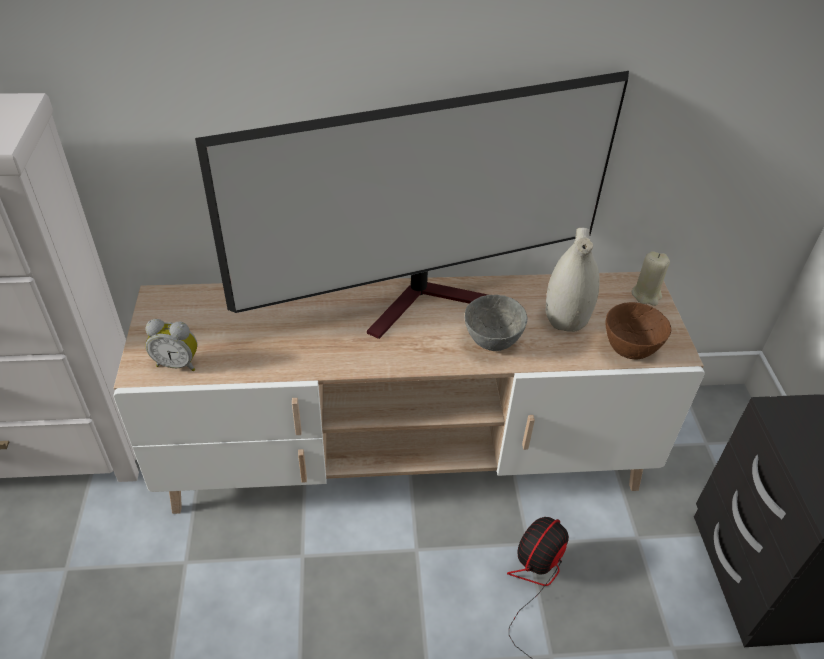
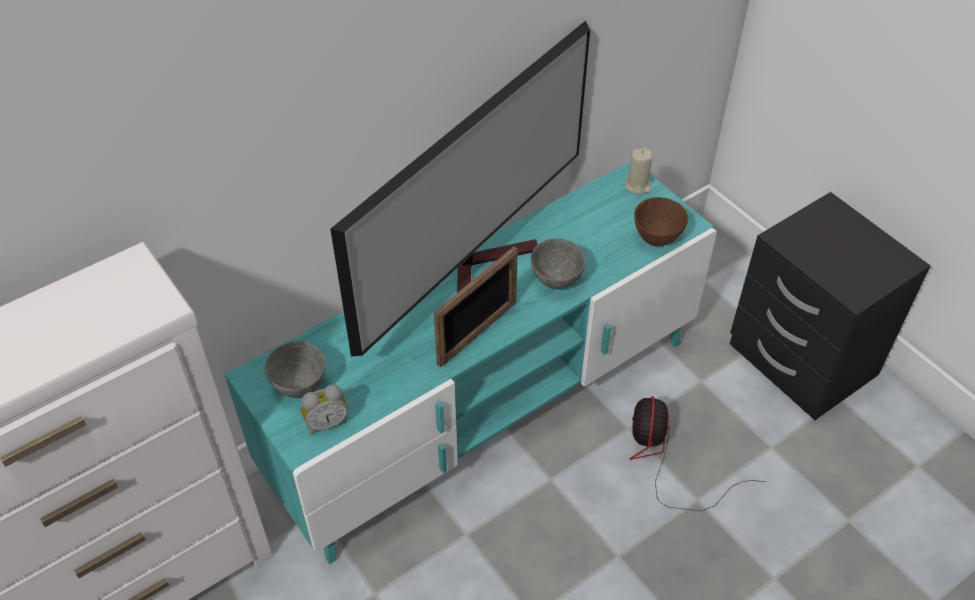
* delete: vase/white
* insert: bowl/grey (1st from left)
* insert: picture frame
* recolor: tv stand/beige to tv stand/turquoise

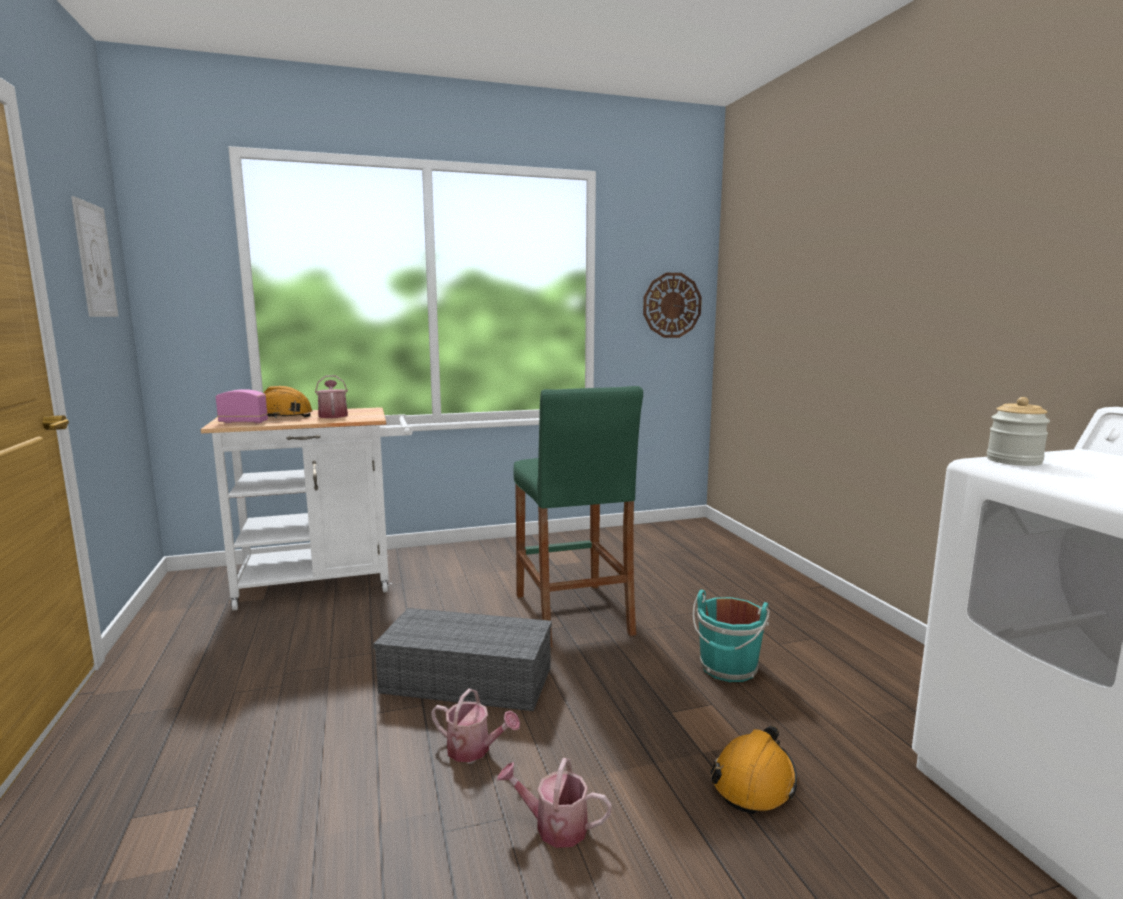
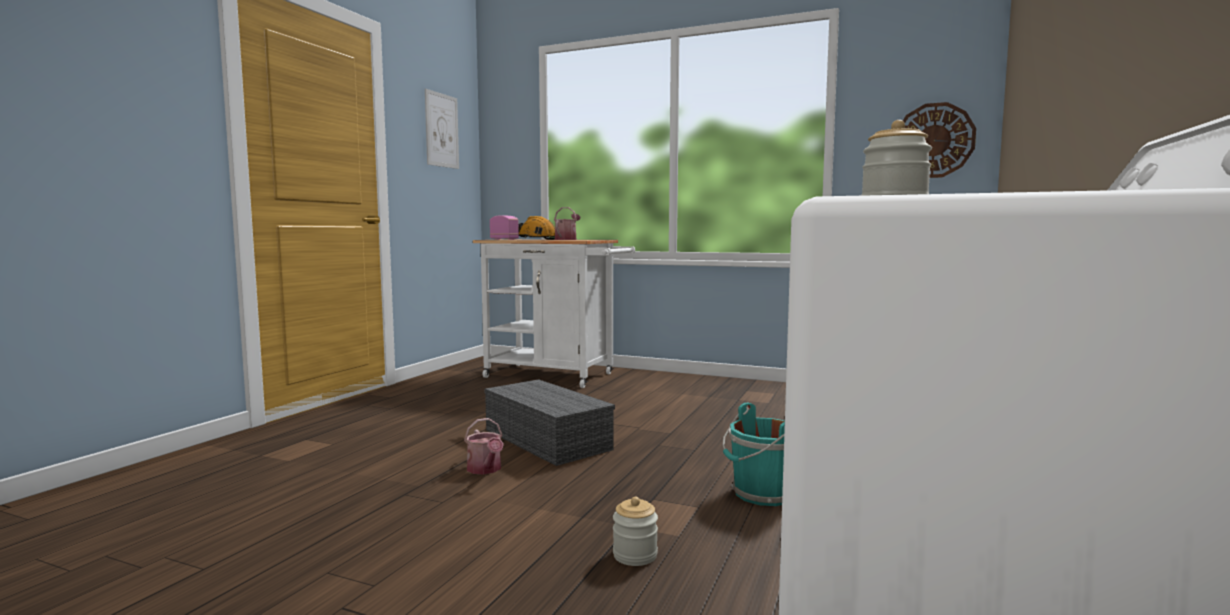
* delete: watering can (3rd from left)
* delete: stool/green
* replace: hard hat/orange (2nd from left) to jar (1st from left)

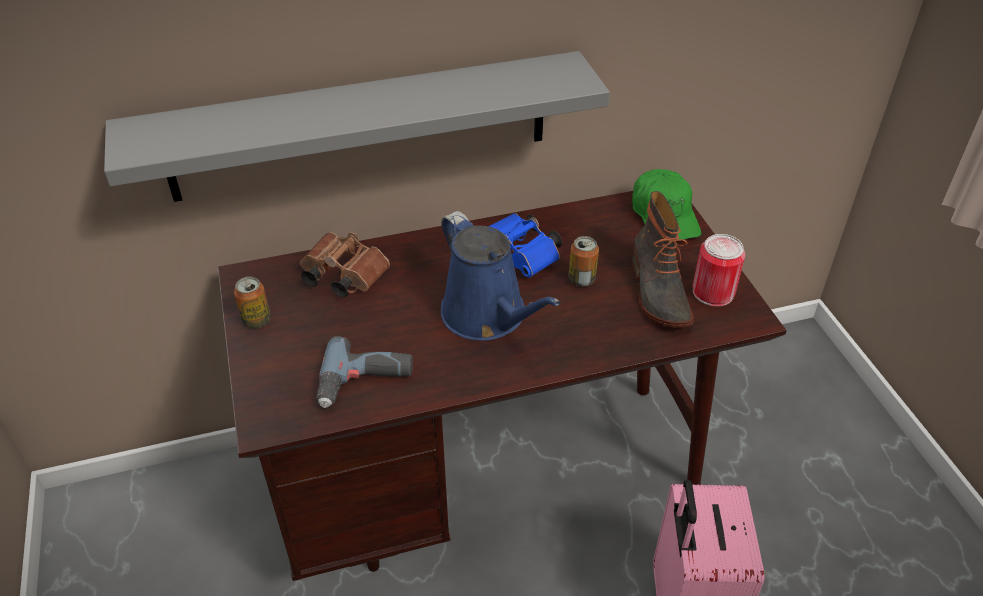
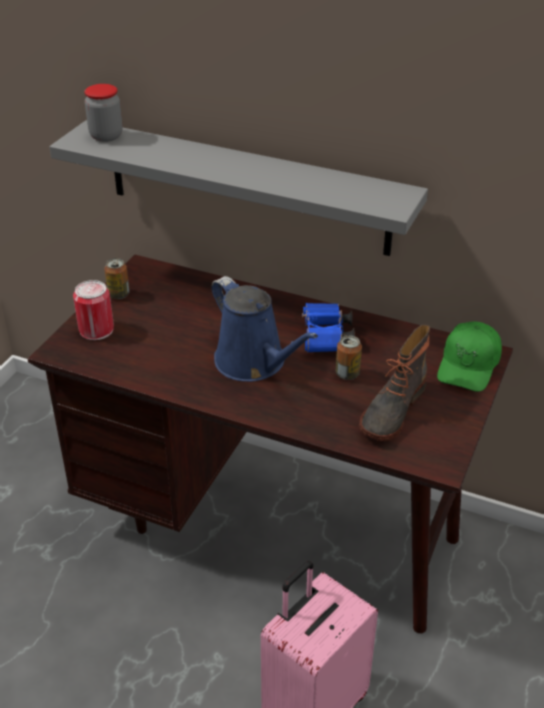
* delete: binoculars/brown
* delete: power drill
* insert: jar
* move: can (3rd from left in the first image) to can (1st from left)
* rotate: watering can/blue 45 degrees counterclockwise

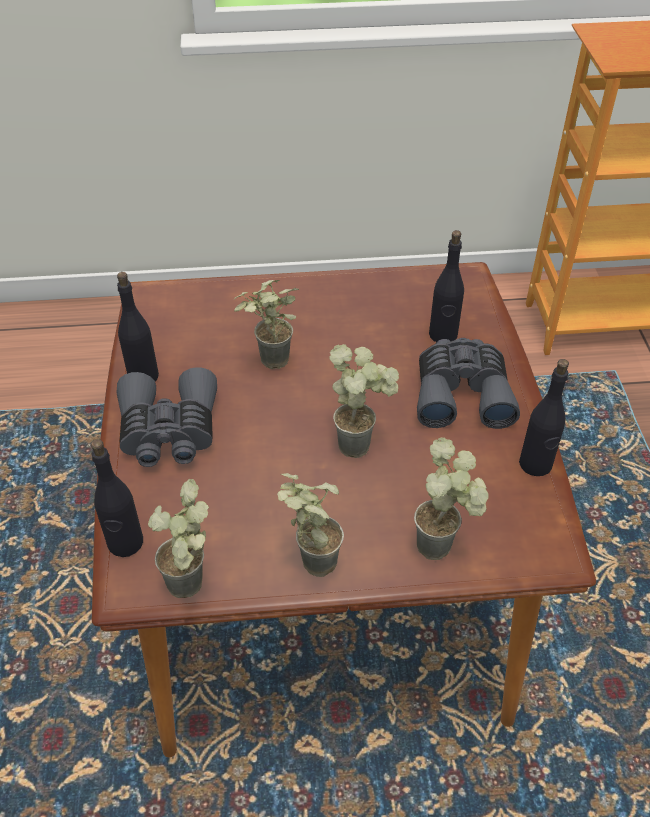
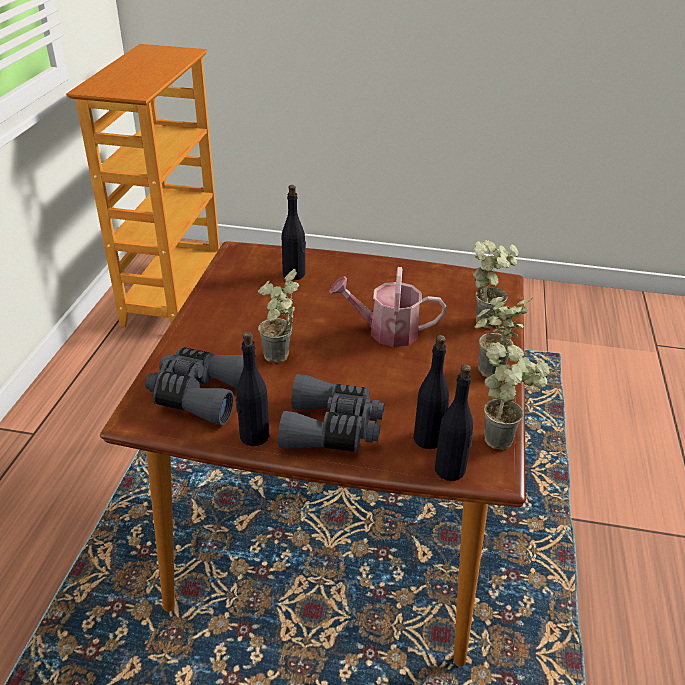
* move: binoculars/grey (2nd from left in the first image) to binoculars/grey (1st from left)
* move: bottle/black (4th from left in the first image) to bottle/black (3rd from left)
* replace: potted plant (4th from left) to watering can

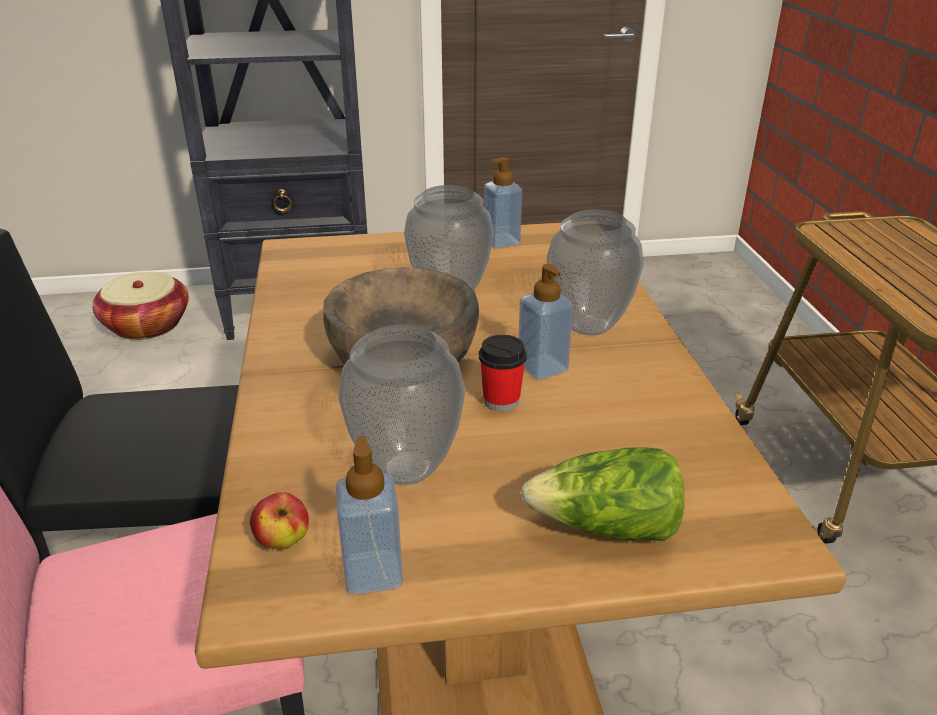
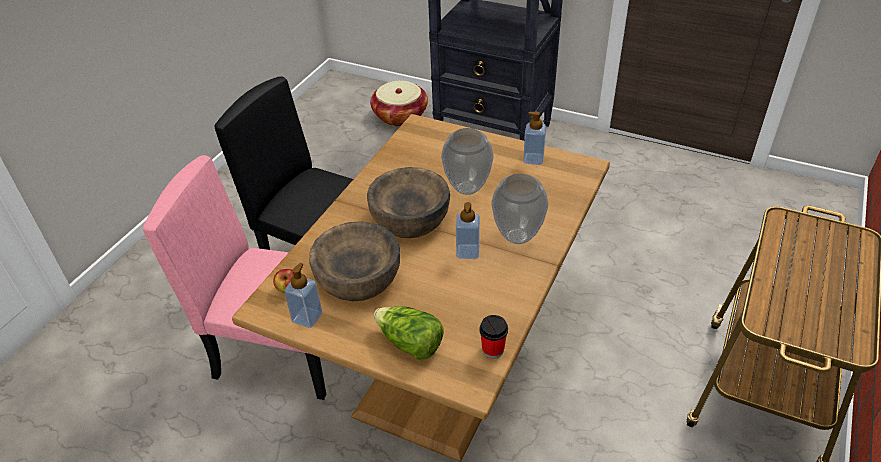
* move: cup
* replace: vase (1st from left) to bowl/brown (1st from left)

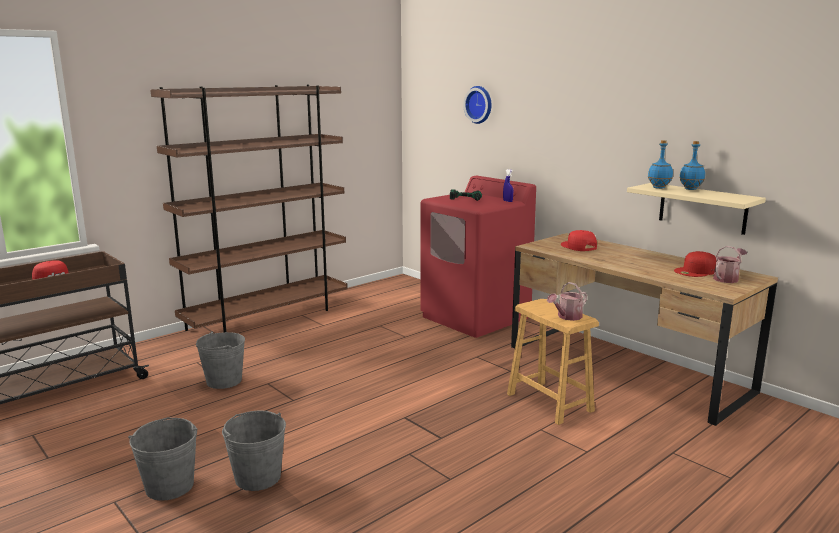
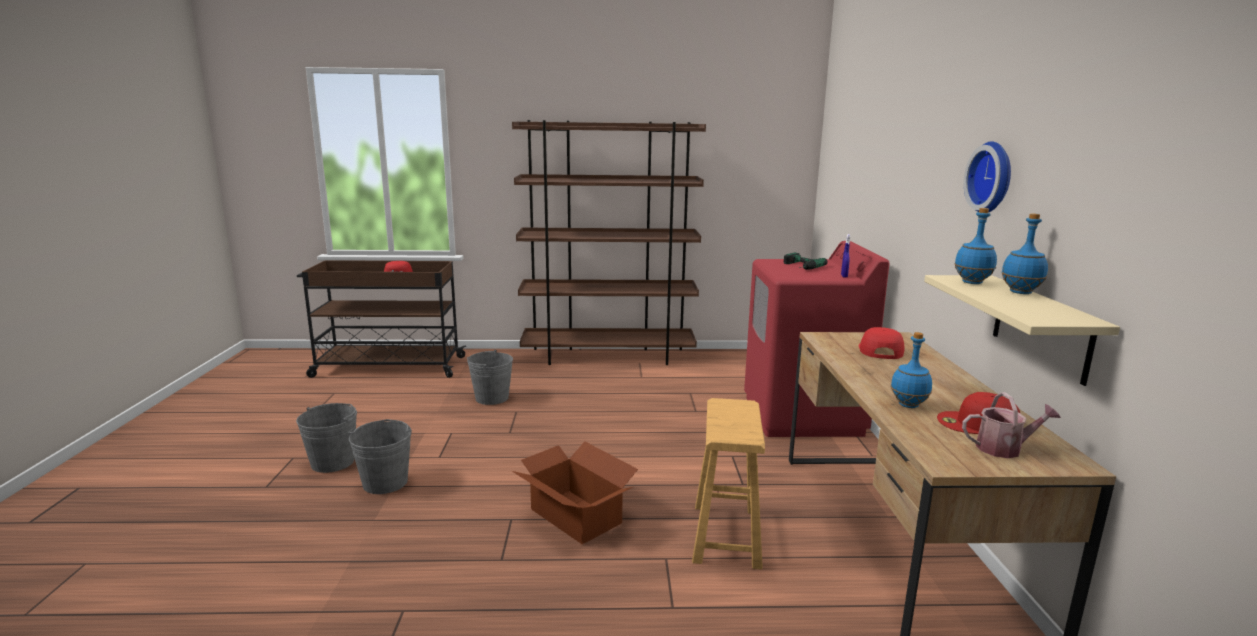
* delete: watering can (1st from left)
* insert: cardboard box
* insert: bottle/blue (1st from left)
* move: wall clock

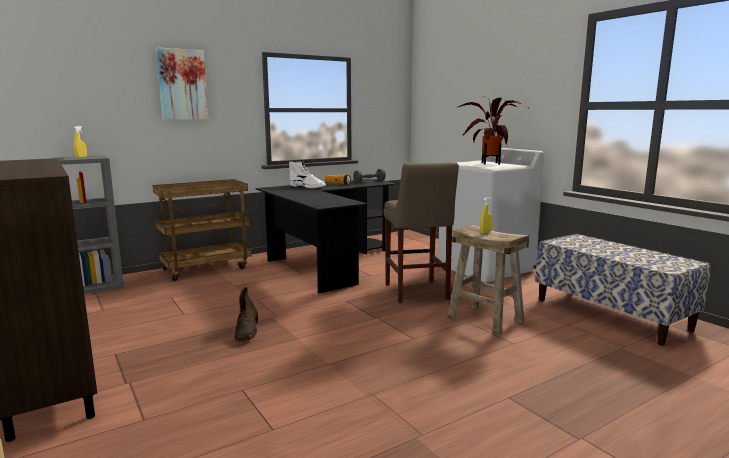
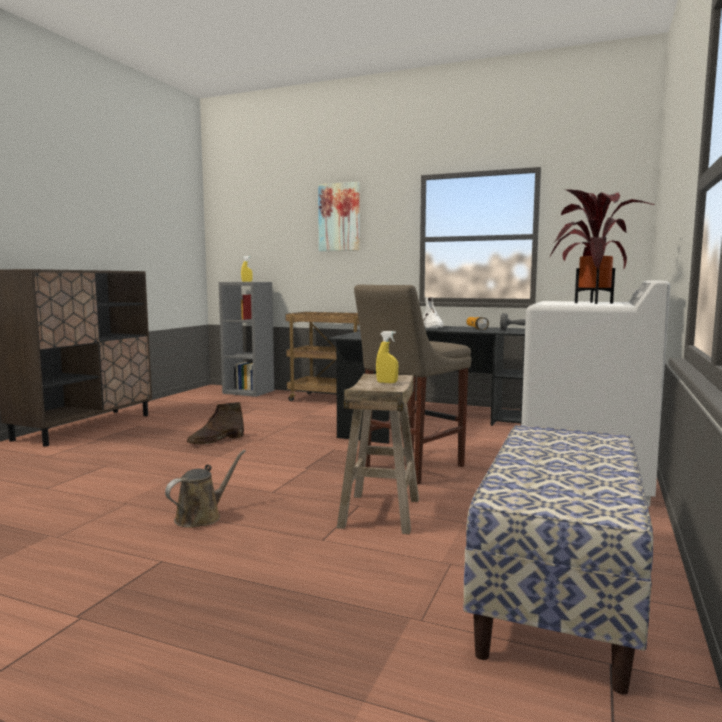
* insert: watering can/brown

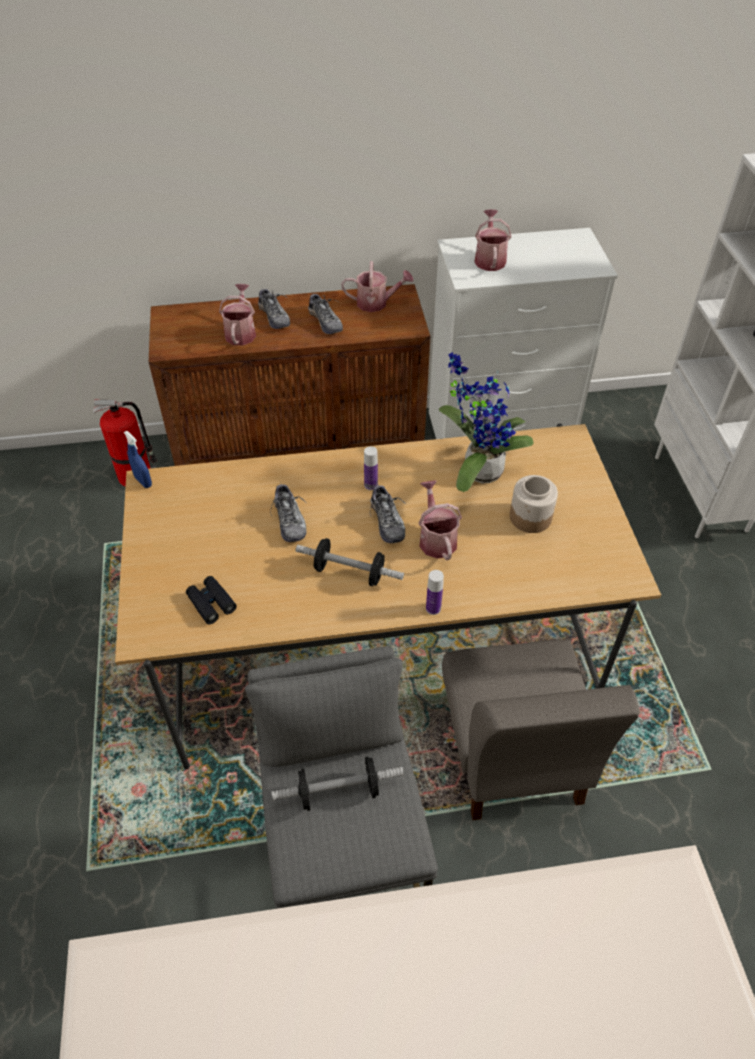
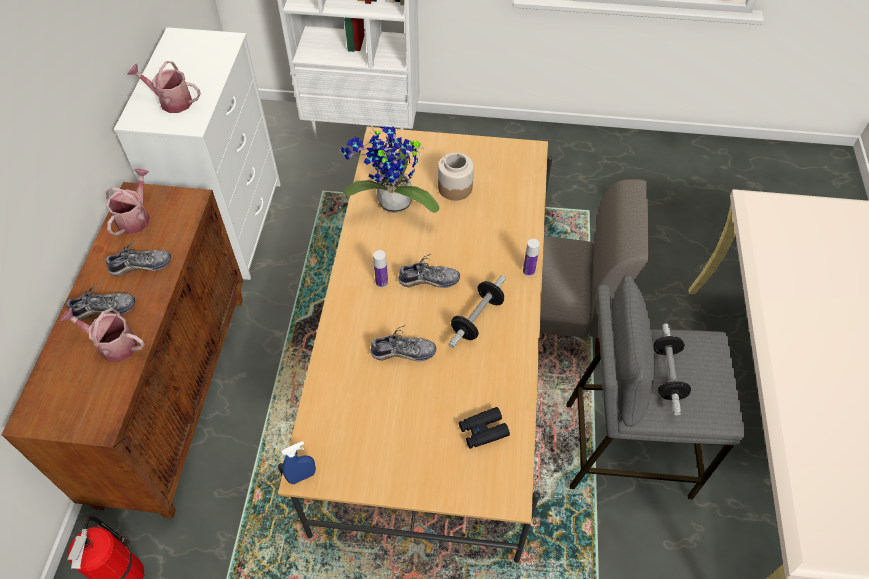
* delete: watering can (3rd from left)

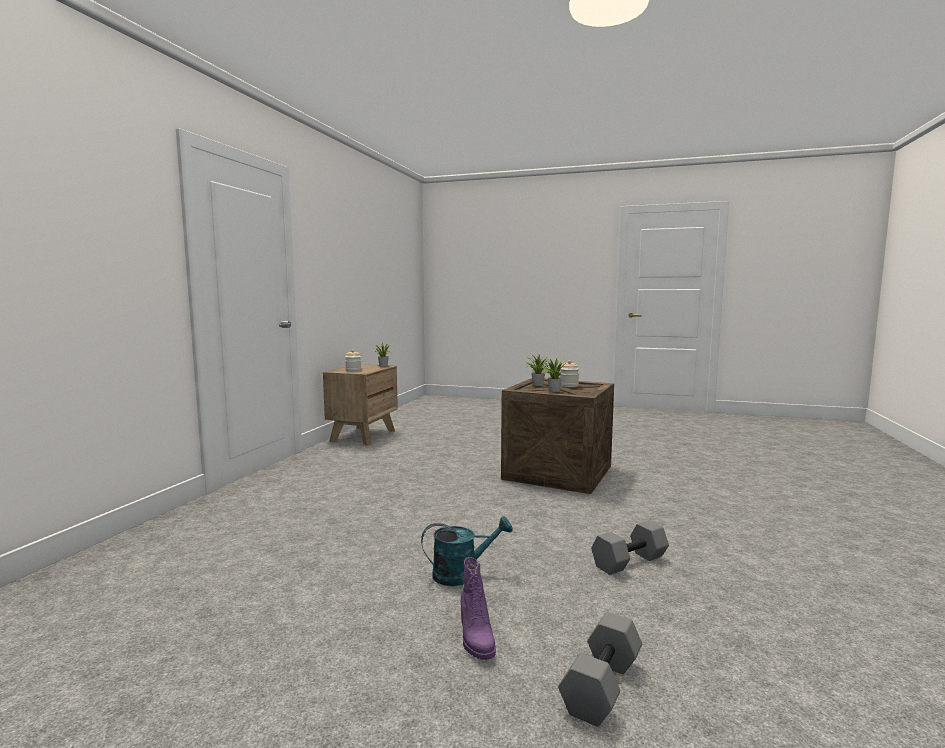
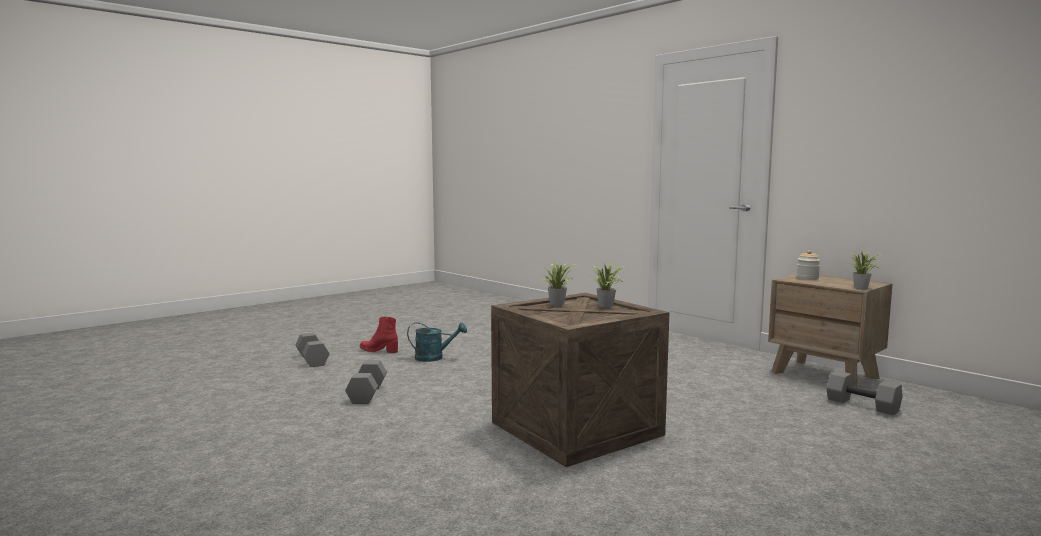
* delete: jar (2nd from left)
* insert: dumbbell/grey (3rd from left)
* recolor: boot/purple to boot/red
* rotate: watering can/turquoise 105 degrees counterclockwise

